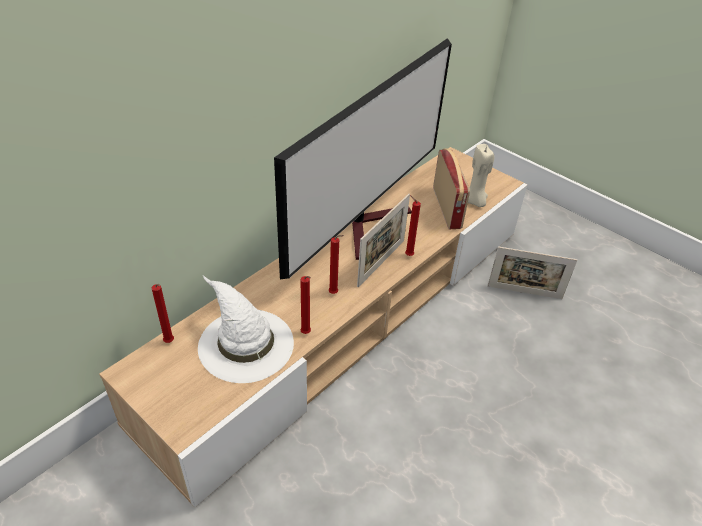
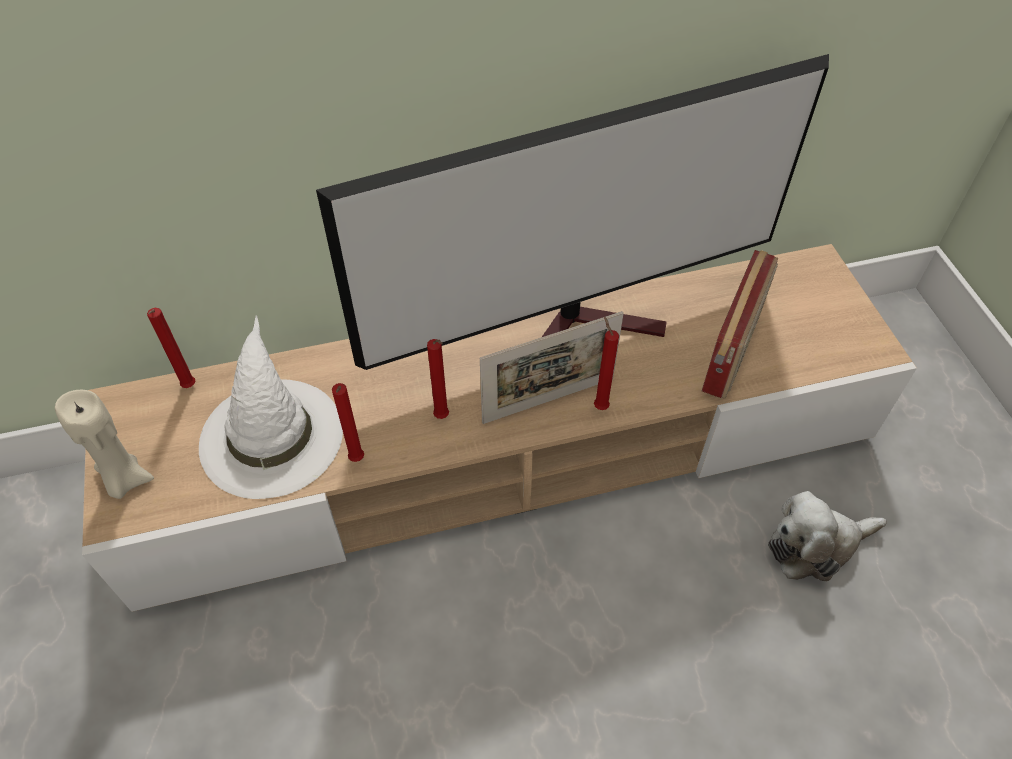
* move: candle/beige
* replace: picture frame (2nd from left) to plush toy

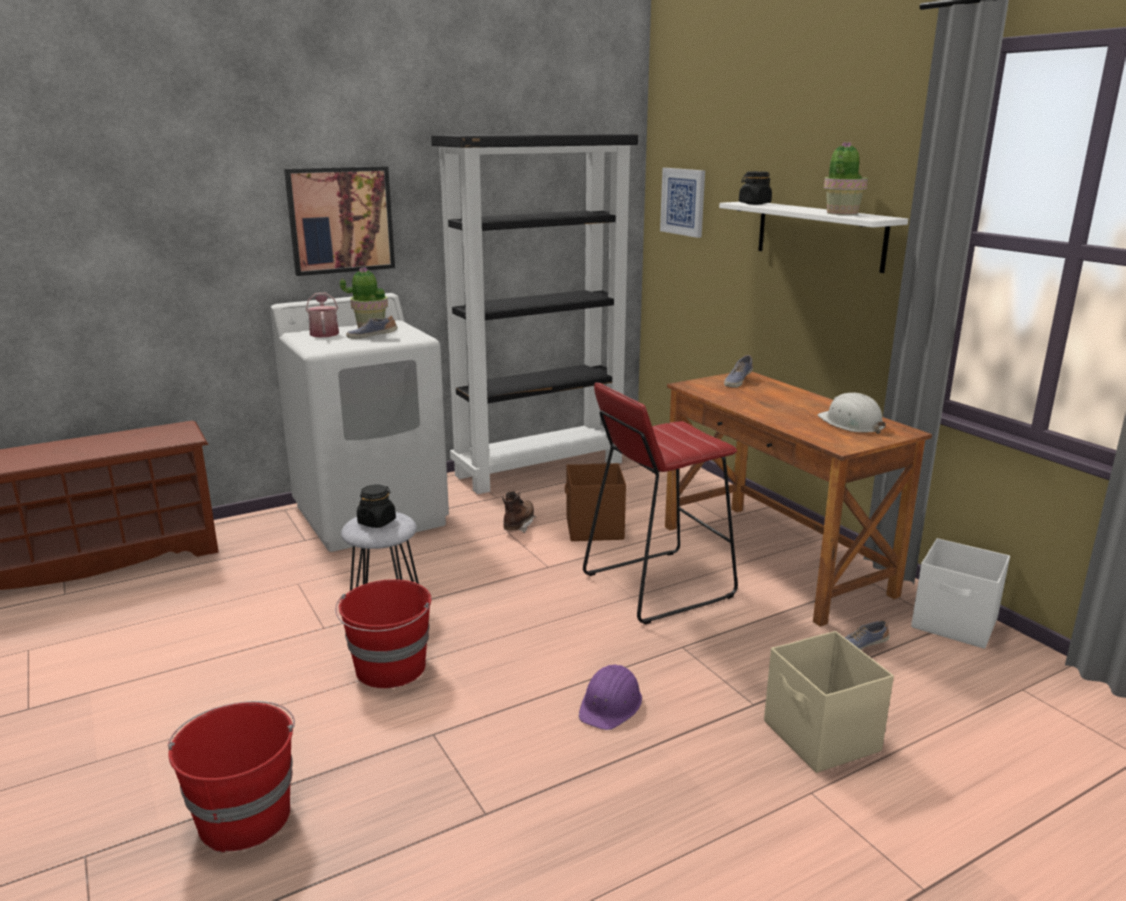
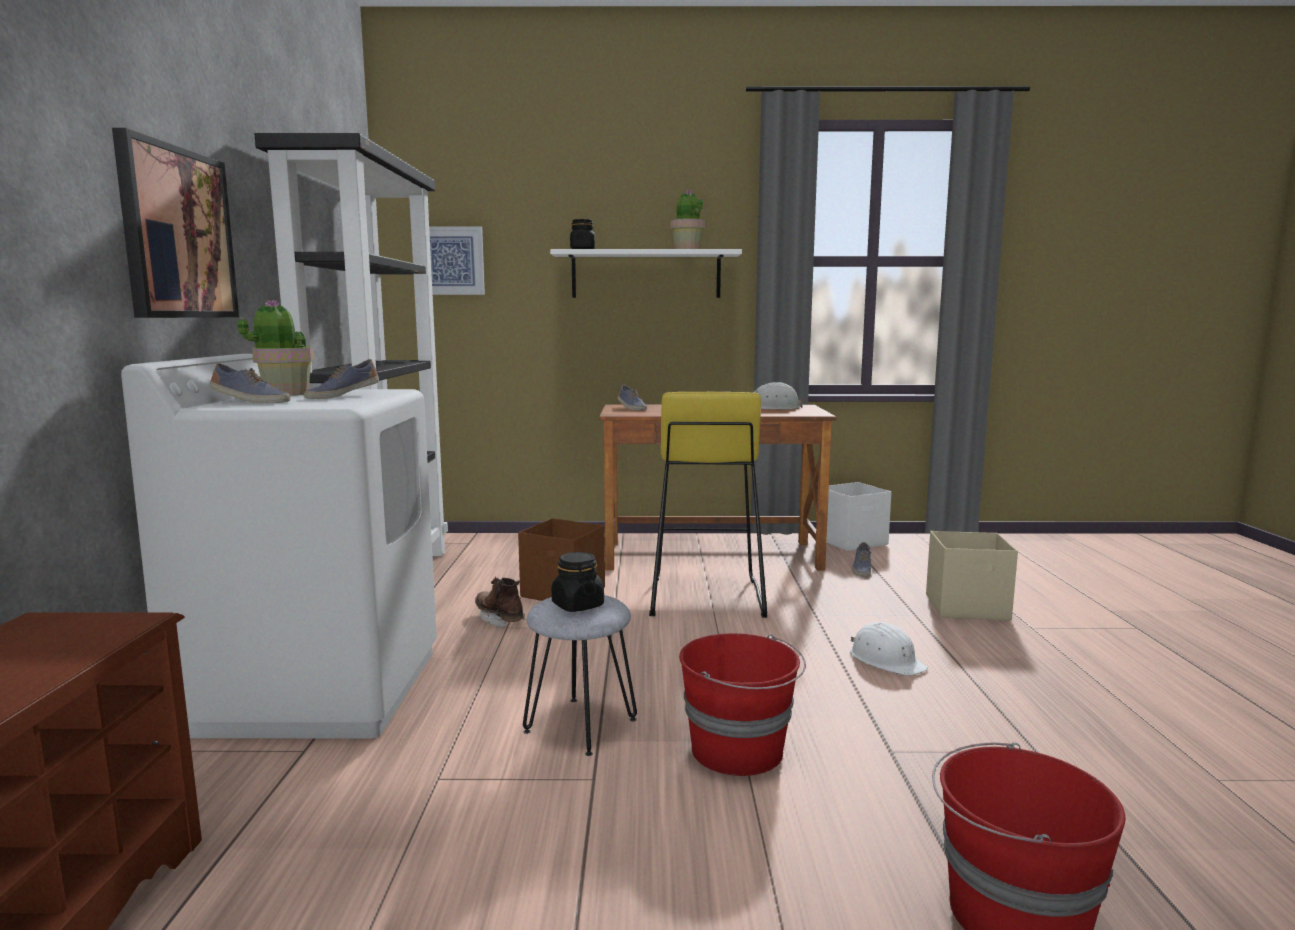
* replace: watering can to shoe (1st from left)
* recolor: hard hat/purple to hard hat/white (2nd from left)
* recolor: stool/red to stool/yellow

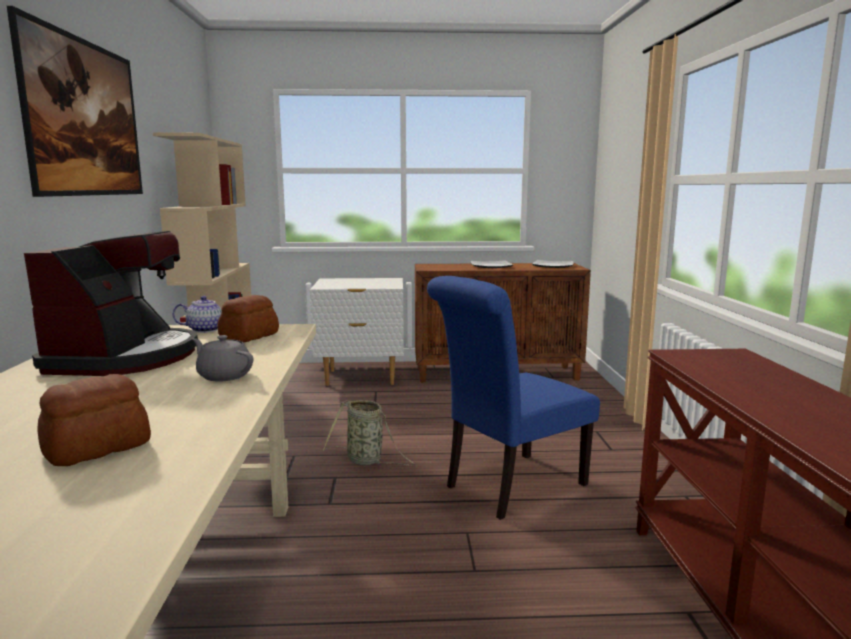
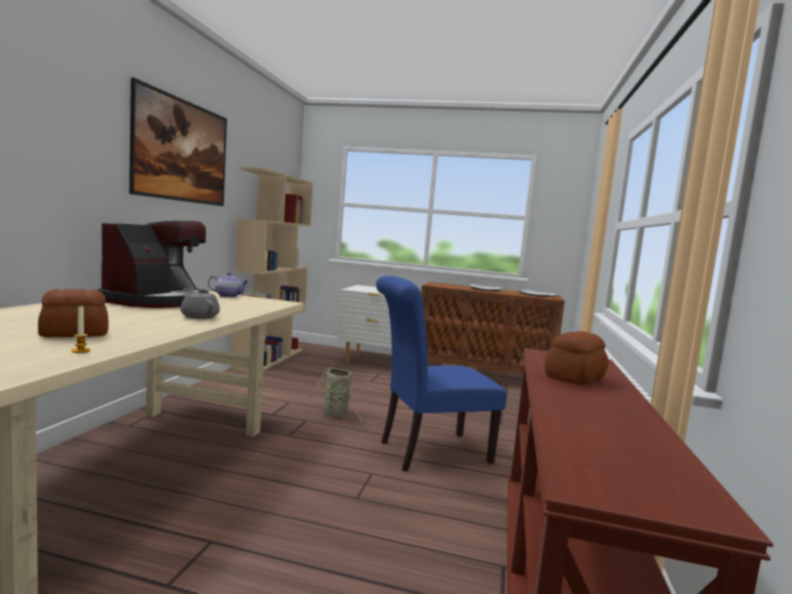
* insert: candle
* move: bread (2nd from left)

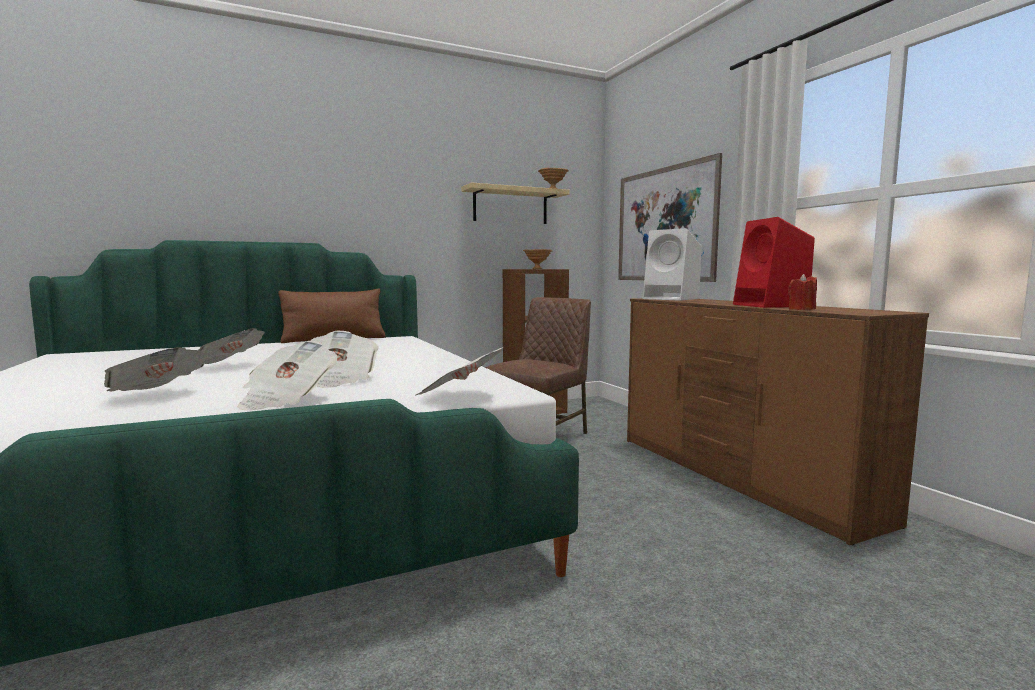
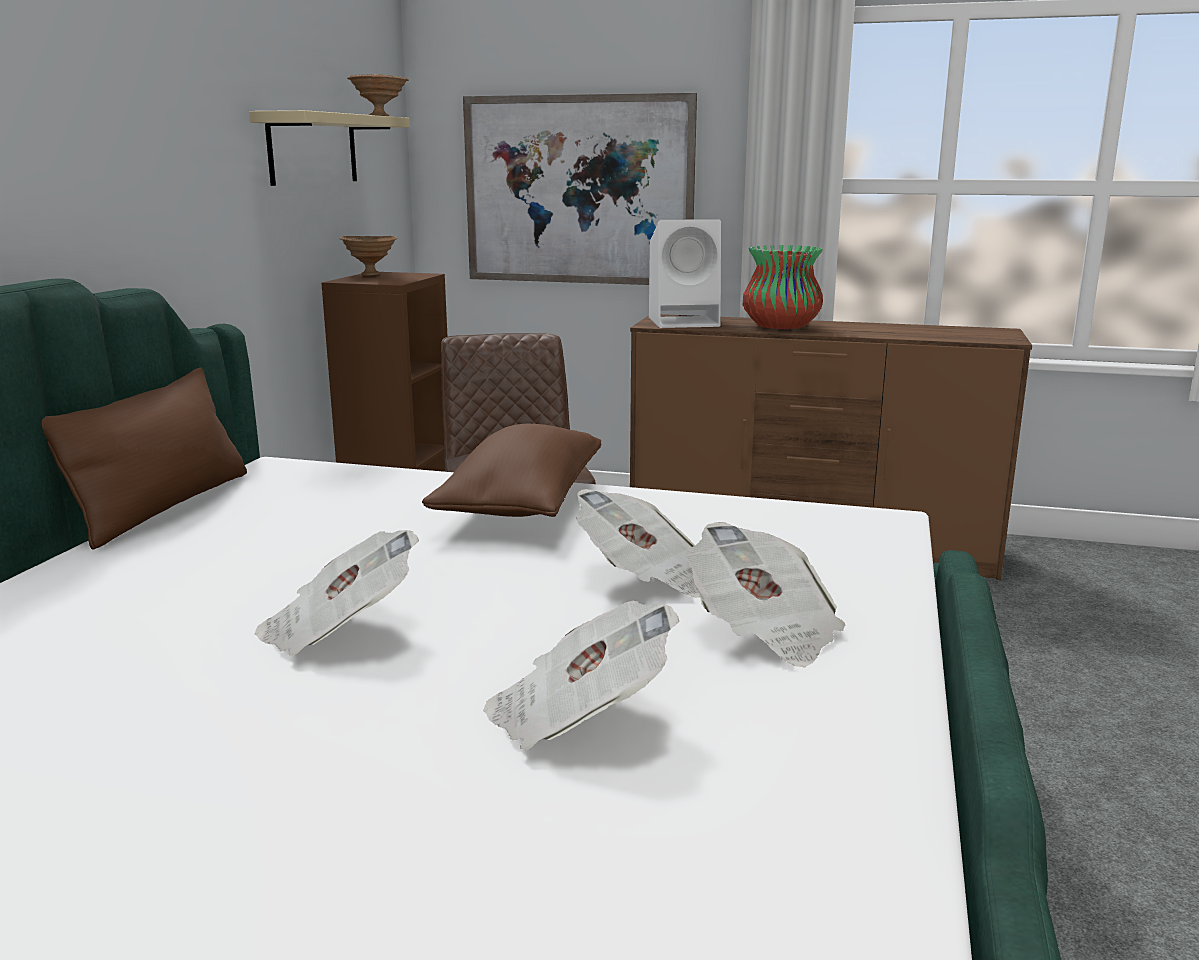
* delete: newspaper (5th from left)
* delete: speaker/red
* delete: candle/red
* insert: pillow/brown (2nd from left)
* insert: vase

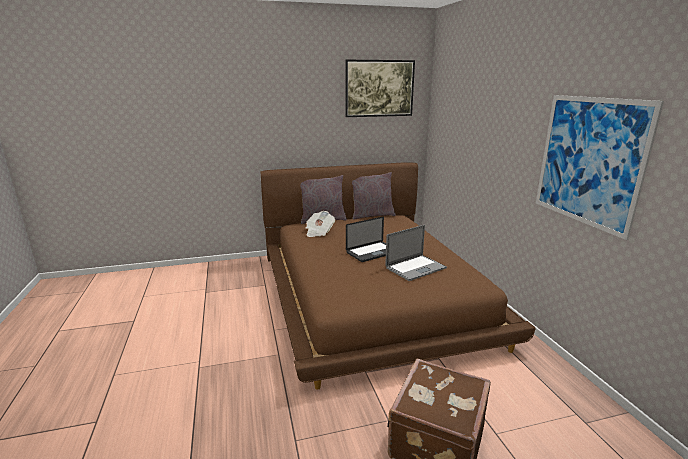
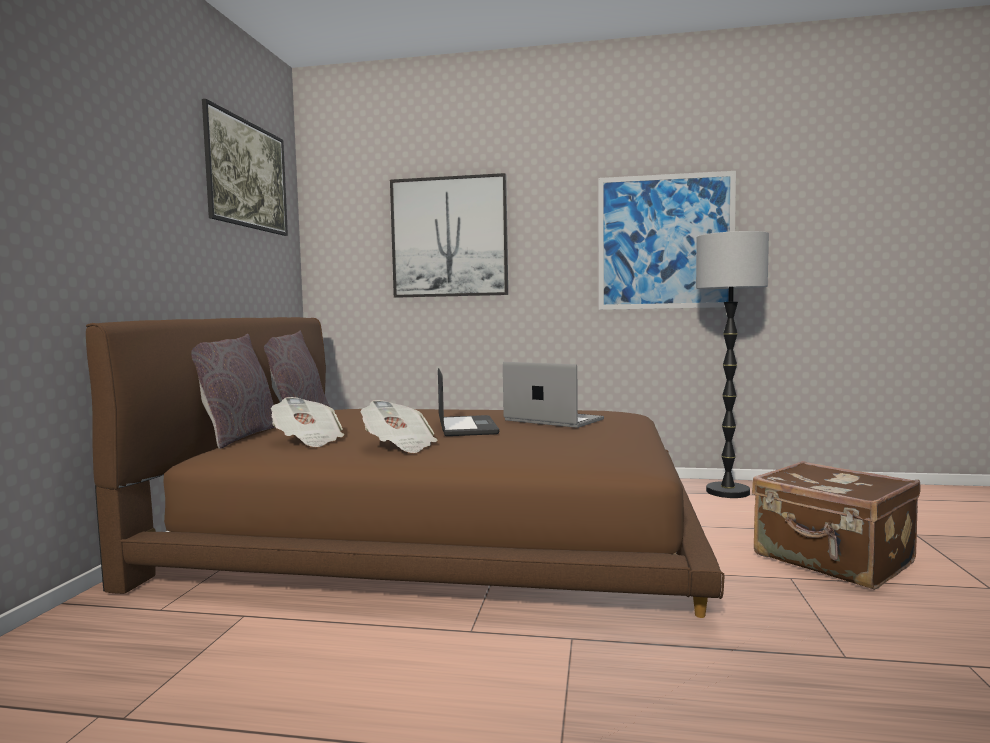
* insert: newspaper (2nd from left)
* insert: picture (2nd from left)
* insert: floor lamp
* rotate: laptop (2nd from left) 45 degrees counterclockwise

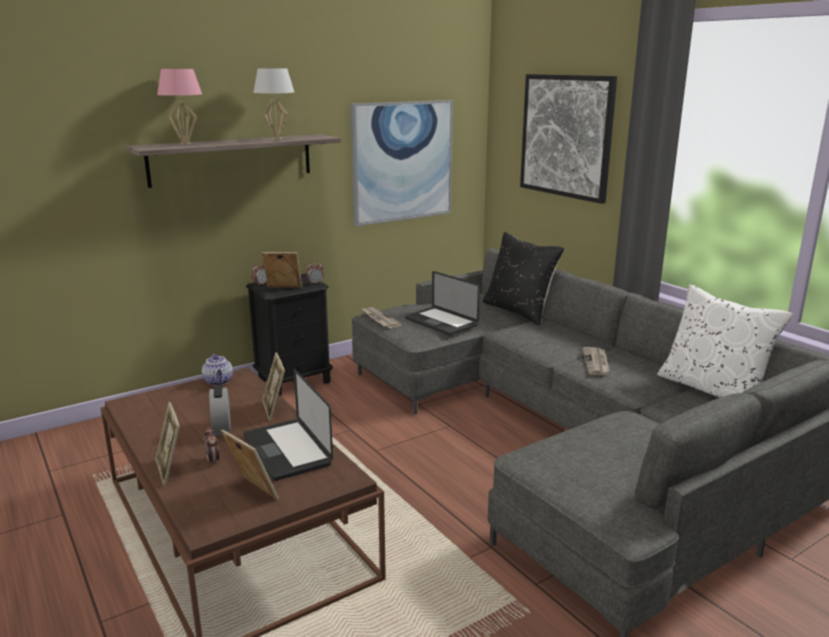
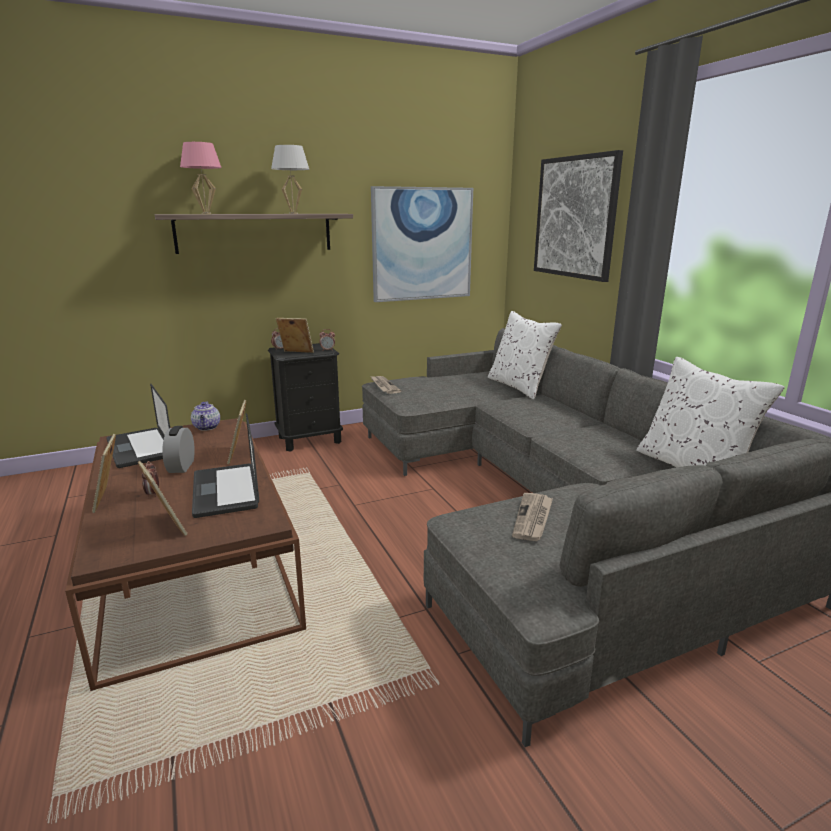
* move: laptop (2nd from left in the first image) to laptop (1st from left)
* move: newspaper (2nd from left)
* recolor: pillow/black to pillow/white (1st from left)

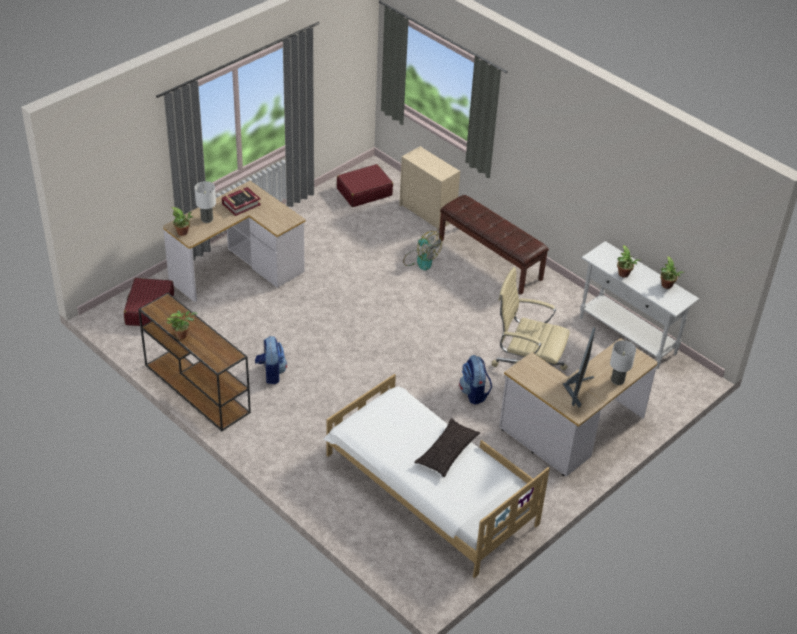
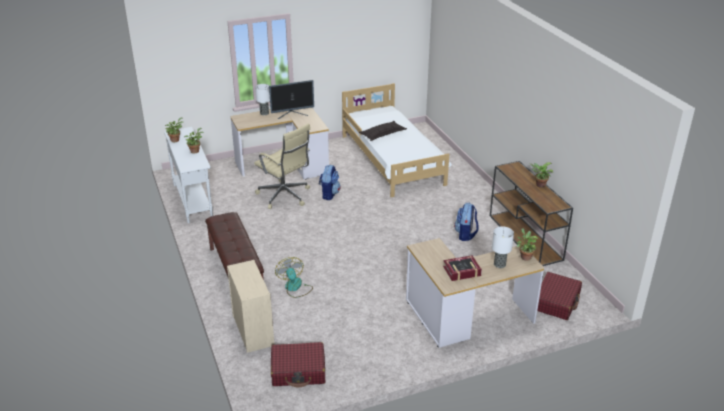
* rotate: monitor 150 degrees counterclockwise

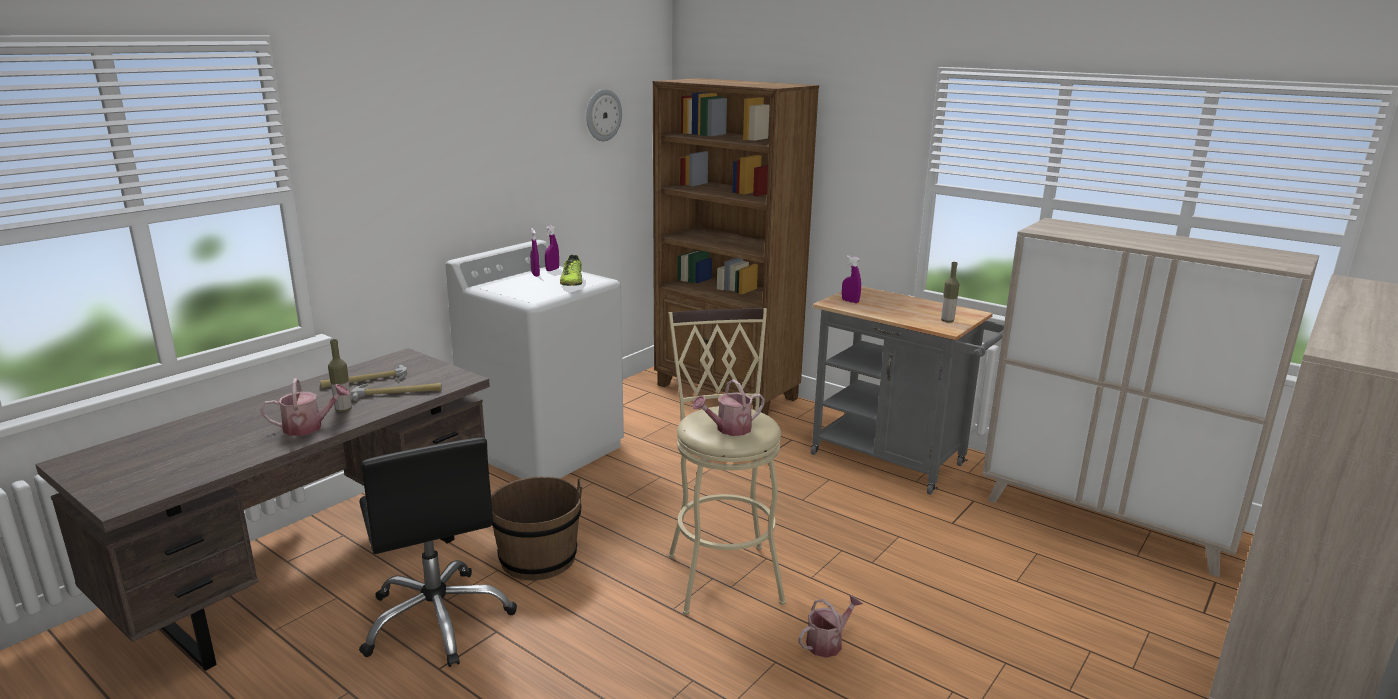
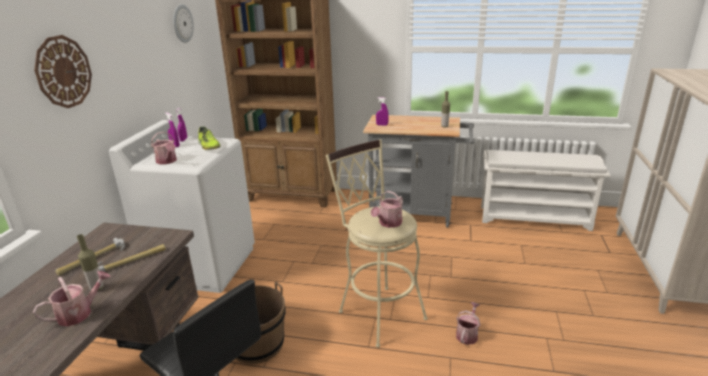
* insert: wall clock (1st from left)
* insert: watering can (2nd from left)
* replace: cabinet/beige (1st from left) to shoe rack/white

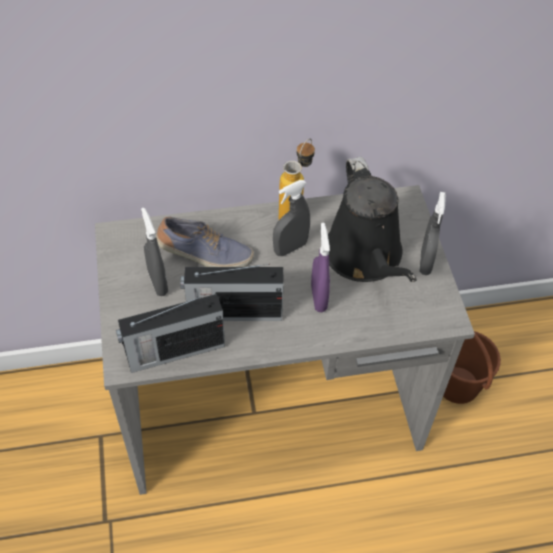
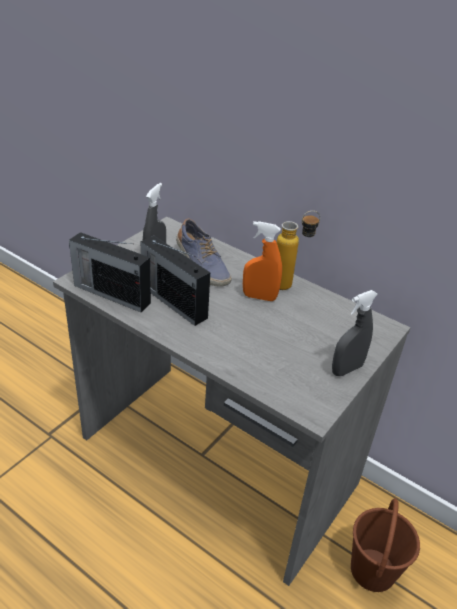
* delete: spray bottle/purple
* delete: watering can/black
* recolor: spray bottle/grey (2nd from left) to spray bottle/orange

